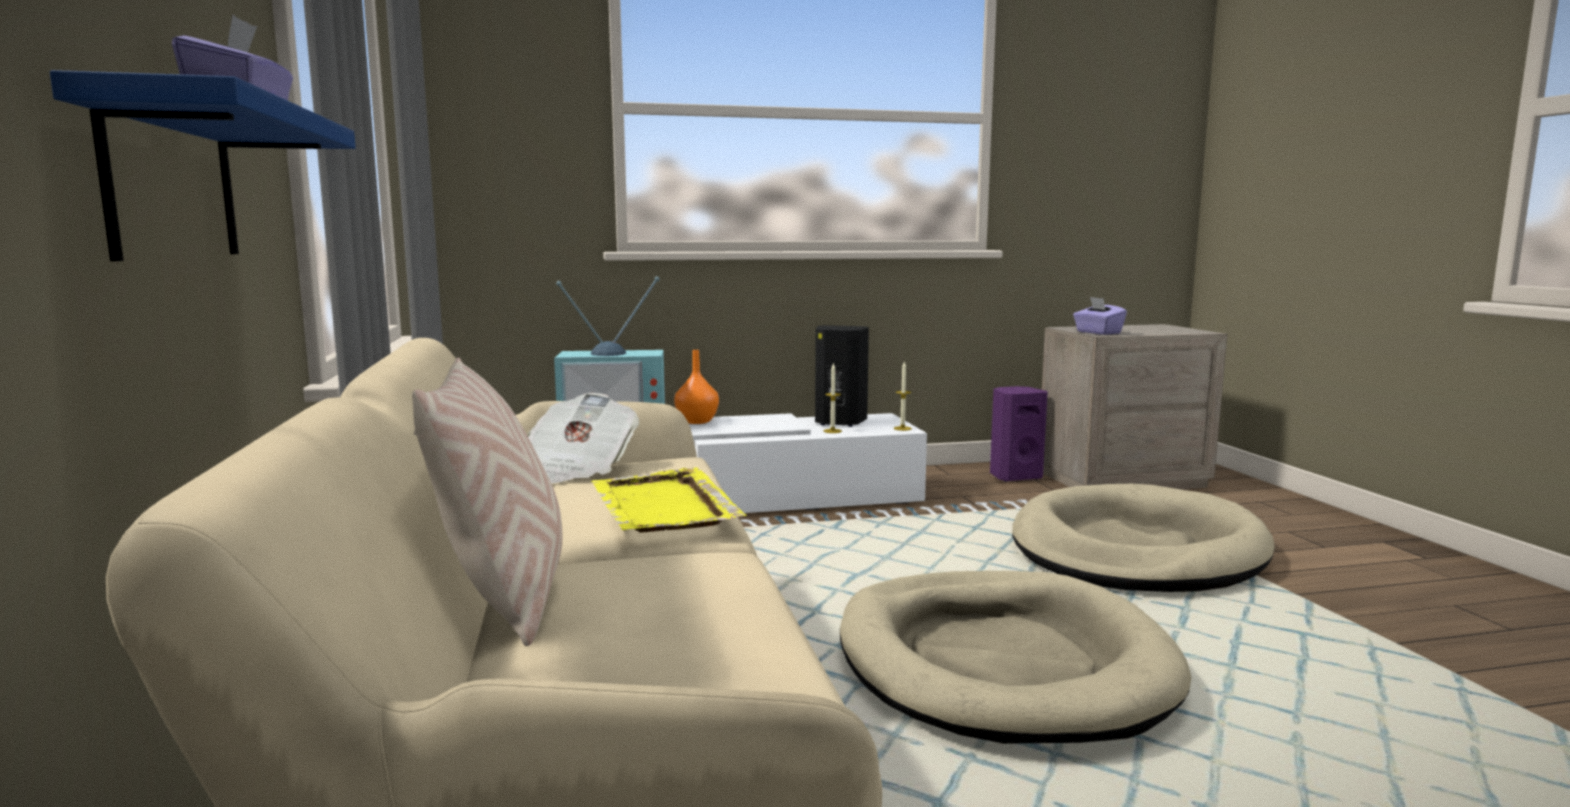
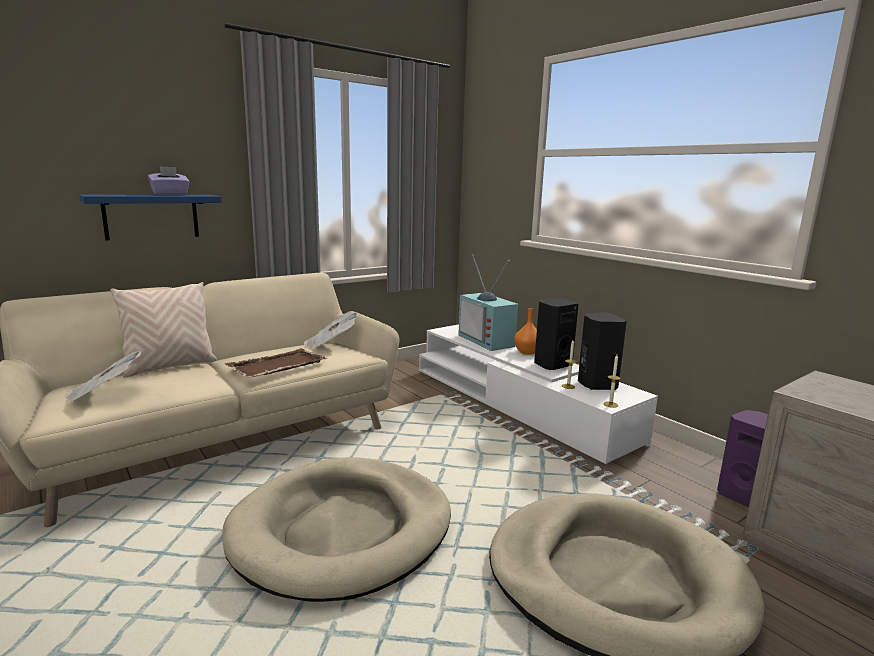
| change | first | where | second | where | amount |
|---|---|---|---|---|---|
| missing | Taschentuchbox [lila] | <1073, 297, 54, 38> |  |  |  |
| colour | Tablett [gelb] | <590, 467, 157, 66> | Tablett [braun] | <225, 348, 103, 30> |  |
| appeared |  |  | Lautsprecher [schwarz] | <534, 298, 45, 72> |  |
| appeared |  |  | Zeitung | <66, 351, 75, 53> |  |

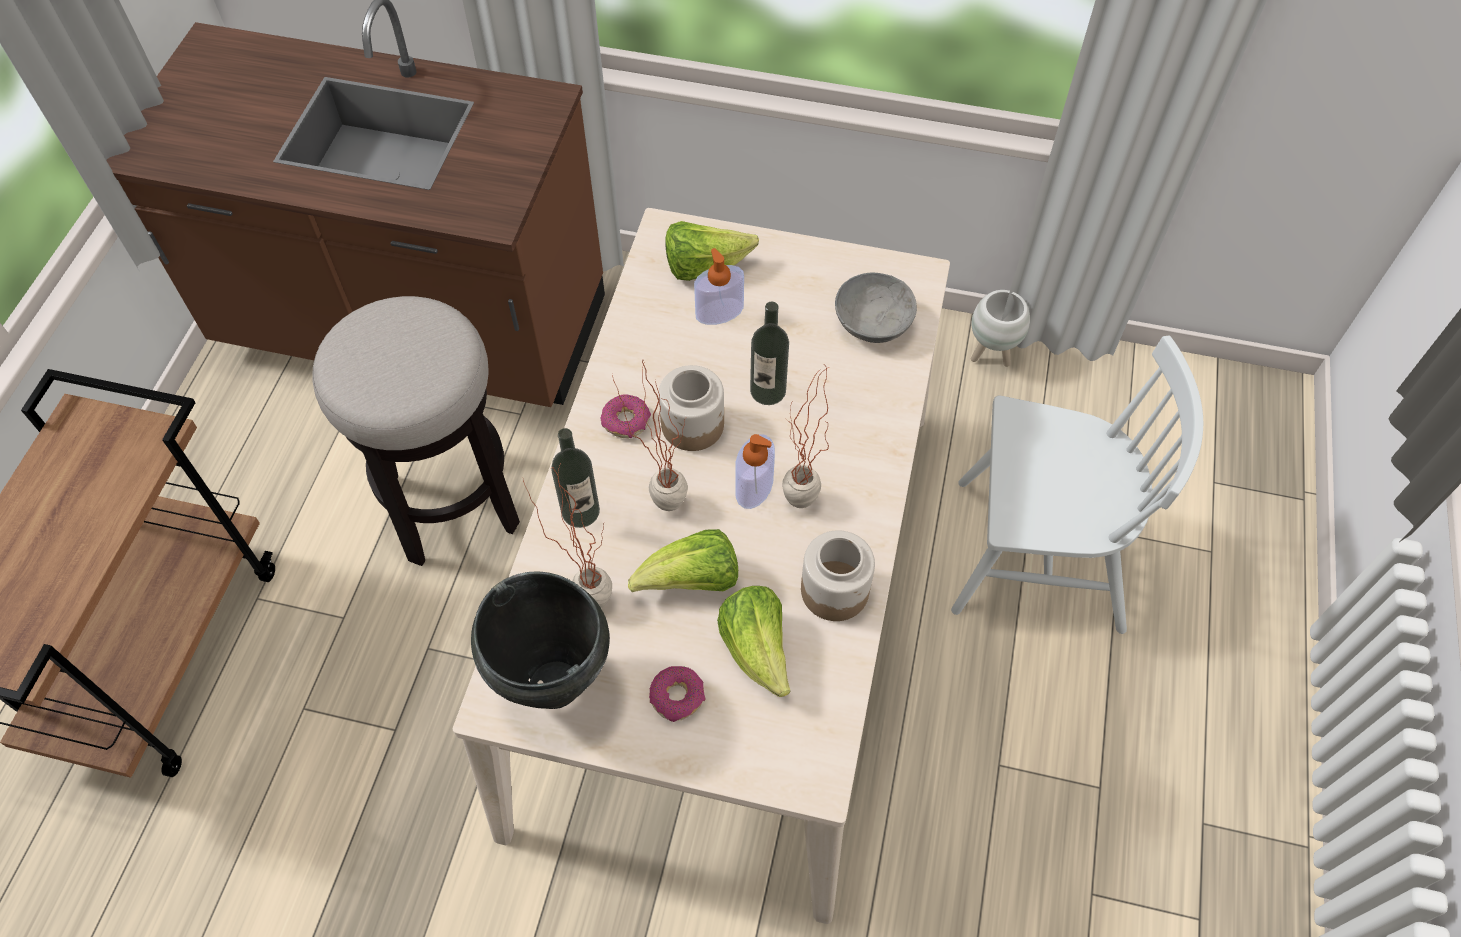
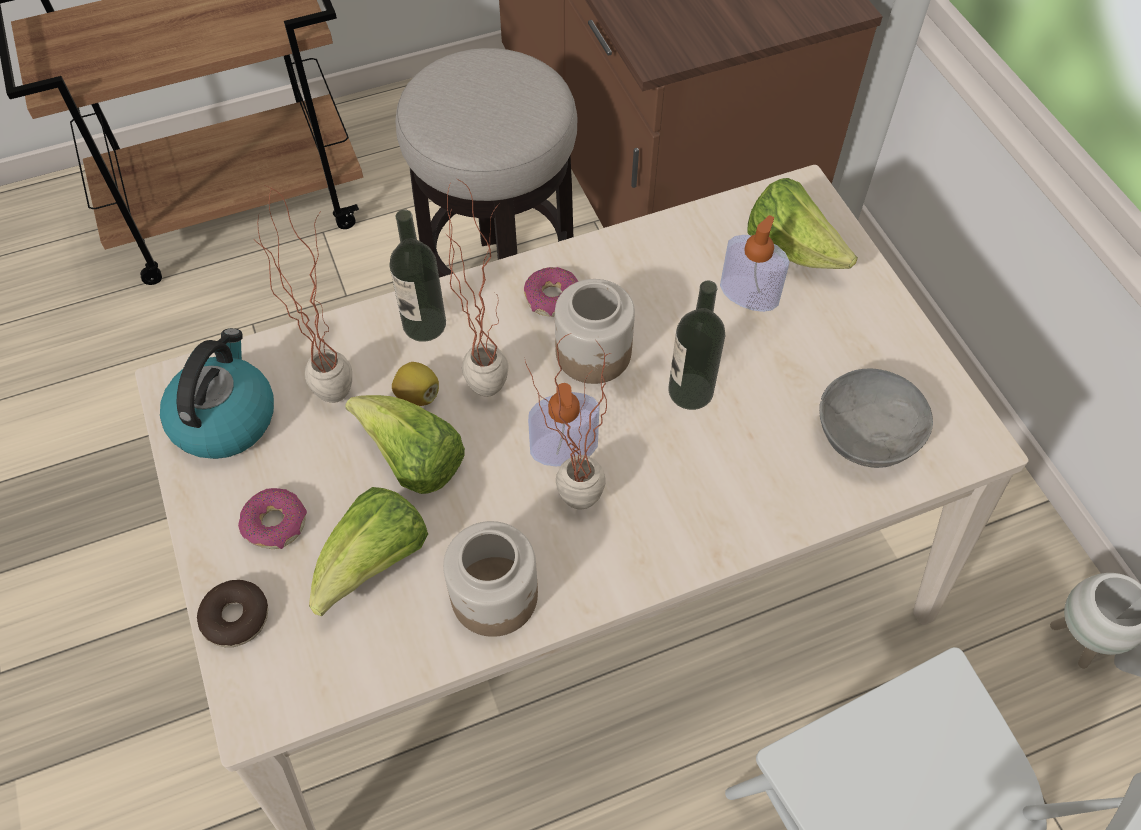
| change | first | where | second | where | amount |
|---|---|---|---|---|---|
| exchanged | Kochtopf [schwarz] | <471, 571, 139, 138> | Wasserkessel | <160, 328, 114, 131> |  |
| appeared |  |  | Zitrone | <392, 362, 47, 44> |  |
| appeared |  |  | Donut | <197, 580, 71, 67> |  |

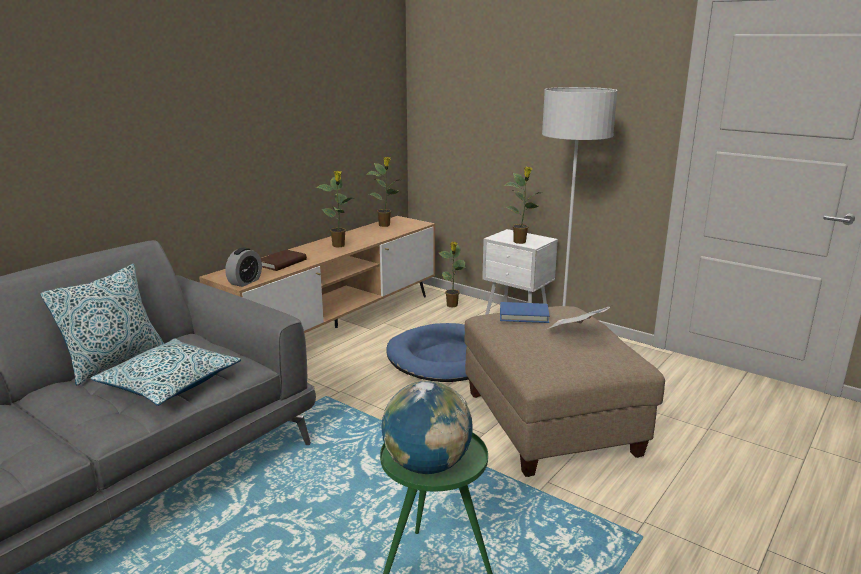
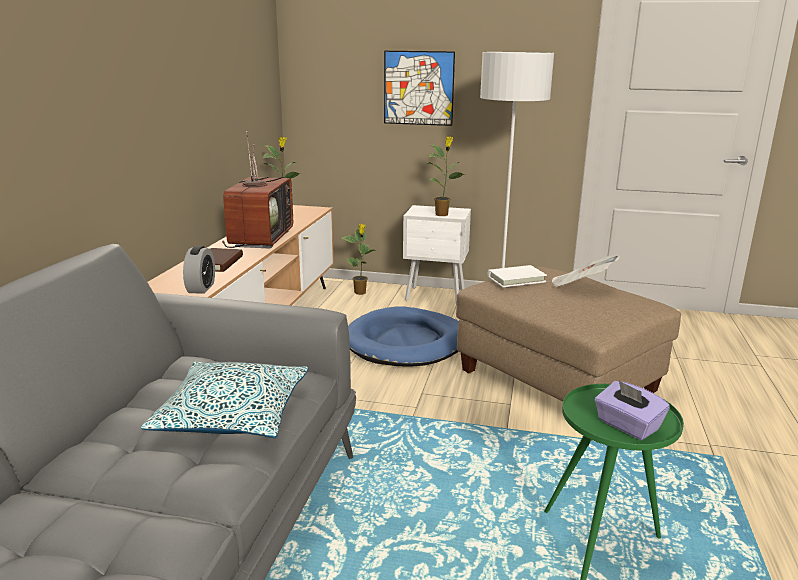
| change | first | where | second | where | amount |
|---|---|---|---|---|---|
| exchanged | Topfpflanze | <316, 170, 40, 77> | Fernseher | <222, 131, 71, 118> |  |
| missing | Kissen | <41, 264, 123, 121> |  |  |  |
| colour | Buch [blau] | <500, 302, 50, 21> | Buch [weiß] | <488, 265, 59, 22> |  |
| exchanged | Globus | <381, 381, 92, 93> | Taschentuchbox [lila] | <595, 381, 75, 59> |  |
| appeared |  |  | Bild | <384, 51, 71, 75> |  |

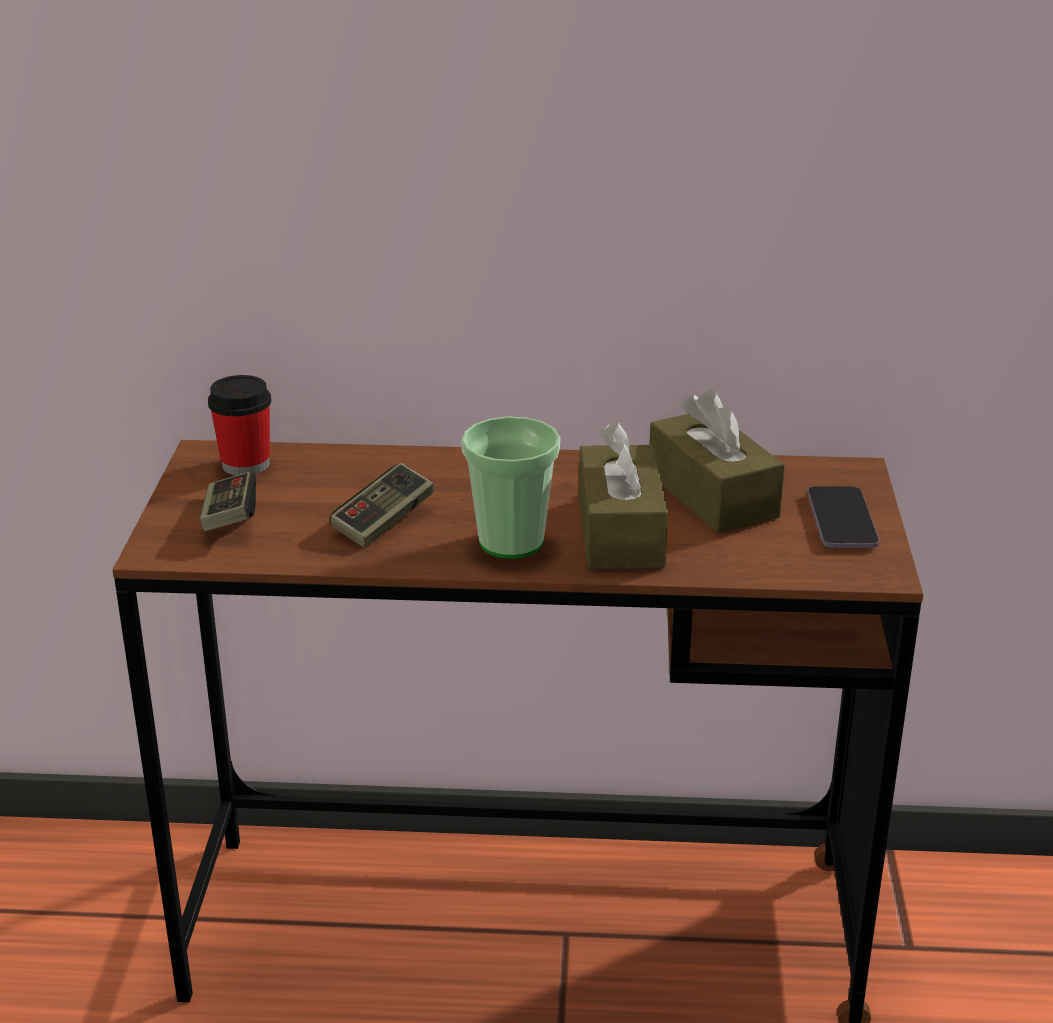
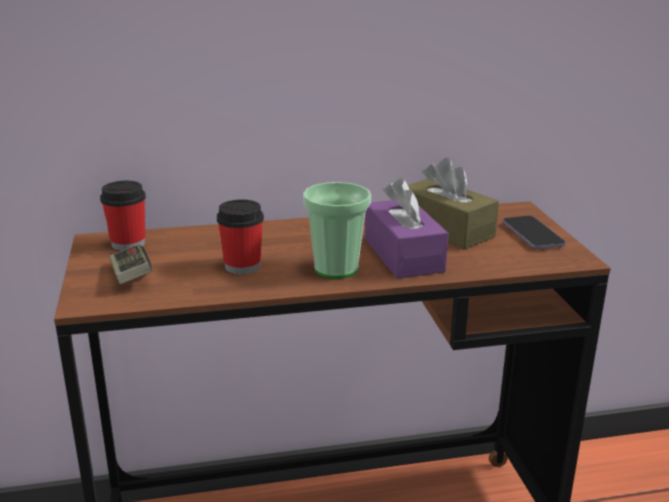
| change | first | where | second | where | amount |
|---|---|---|---|---|---|
| colour | Taschentuchbox [braun] | <579, 422, 89, 147> | Taschentuchbox [lila] | <365, 178, 84, 101> |  |
| exchanged | Gamepad | <329, 463, 105, 85> | Tasse | <217, 199, 47, 75> |  |

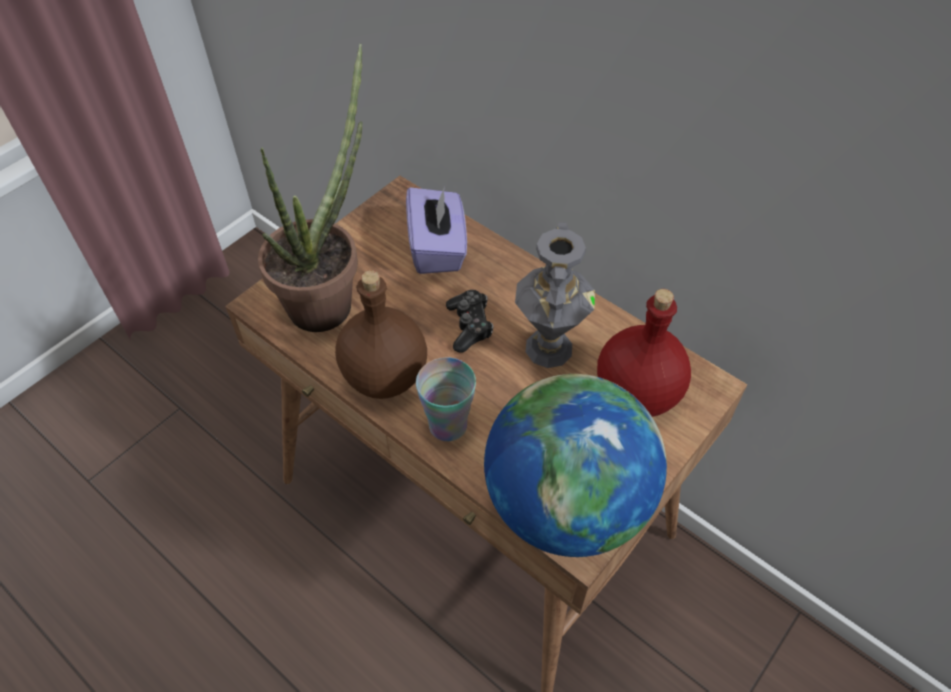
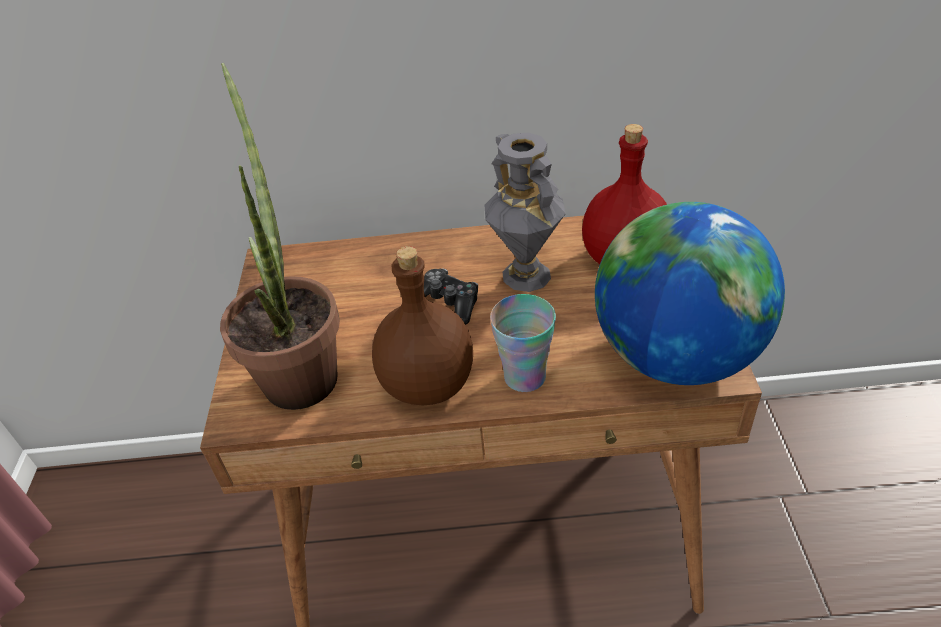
| change | first | where | second | where | amount |
|---|---|---|---|---|---|
| missing | Taschentuchbox [lila] | <406, 187, 61, 87> |  |  |  |

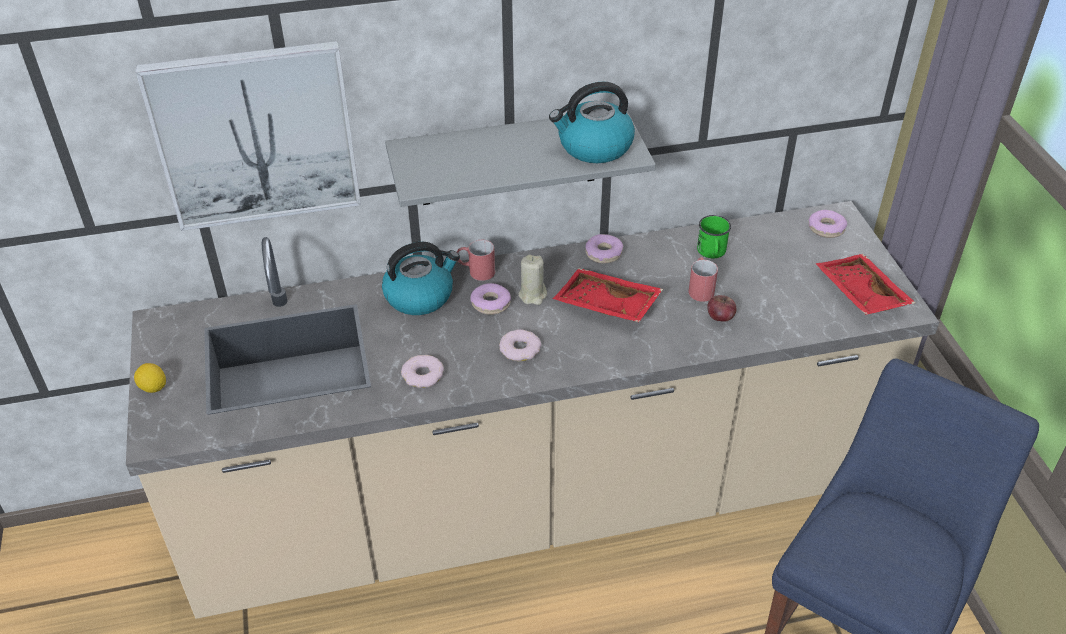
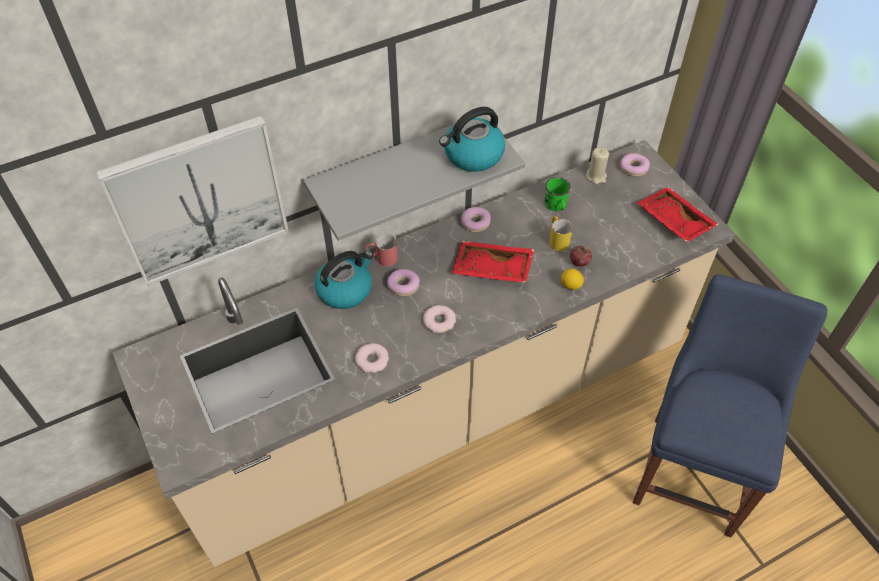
| change | first | where | second | where | amount |
|---|---|---|---|---|---|
| relocated | Kerze [beige] | <518, 254, 29, 51> |  | <586, 148, 23, 36> |  |
| colour | Henkelbecher [rot] | <688, 257, 30, 45> | Henkelbecher [gelb] | <549, 216, 24, 35> |  |
| relocated | Zitrone | <134, 363, 32, 30> |  | <561, 269, 23, 21> |  |

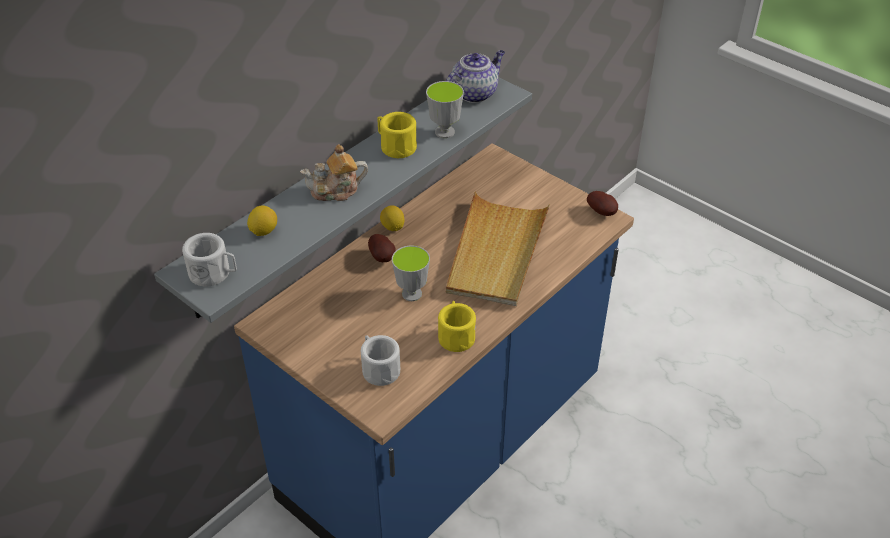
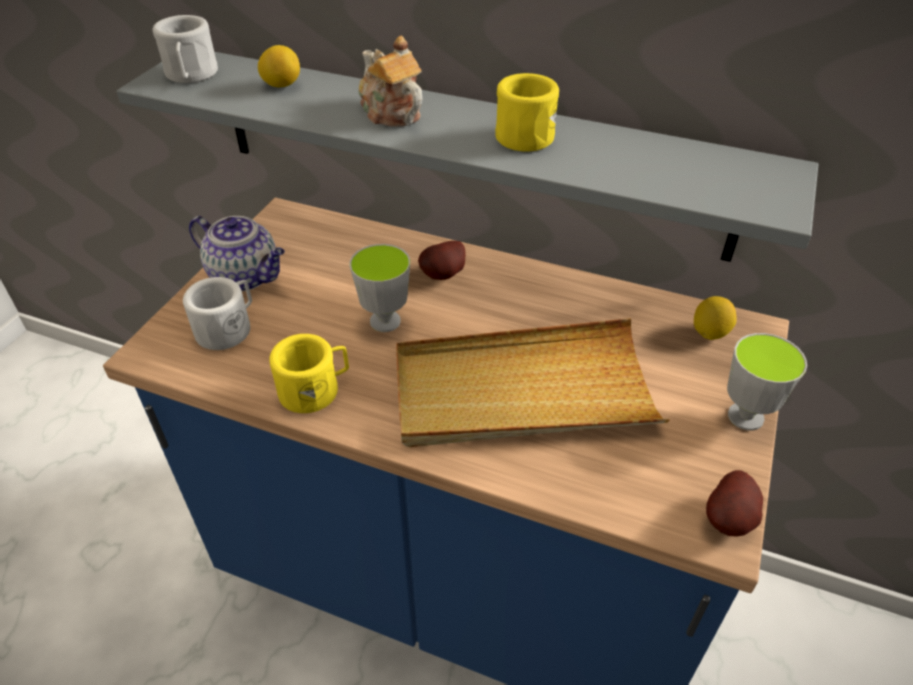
| change | first | where | second | where | amount |
|---|---|---|---|---|---|
| relocated | Teekanne | <446, 50, 59, 53> |  | <189, 216, 96, 75> |  |
| relocated | Tasse | <426, 81, 38, 57> |  | <727, 333, 80, 98> |  |
| relocated | Zitrone | <380, 205, 25, 26> |  | <694, 296, 43, 44> |  |

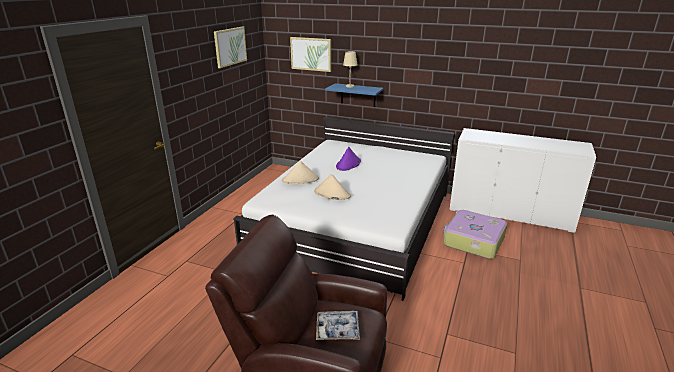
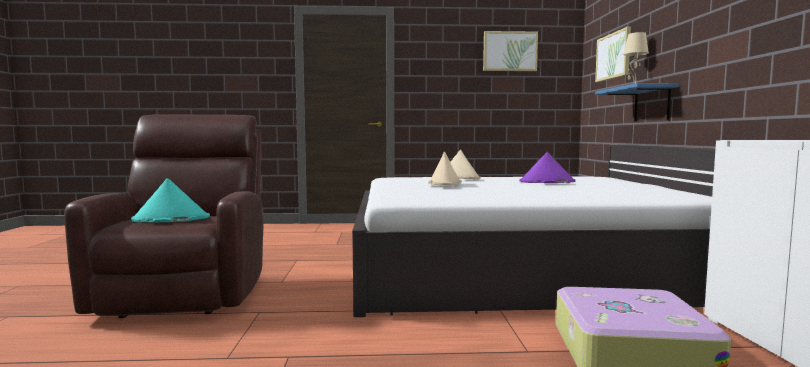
| change | first | where | second | where | amount |
|---|---|---|---|---|---|
| exchanged | Tablett | <316, 311, 44, 29> | Hut [türkis] | <131, 178, 79, 44> |  |

